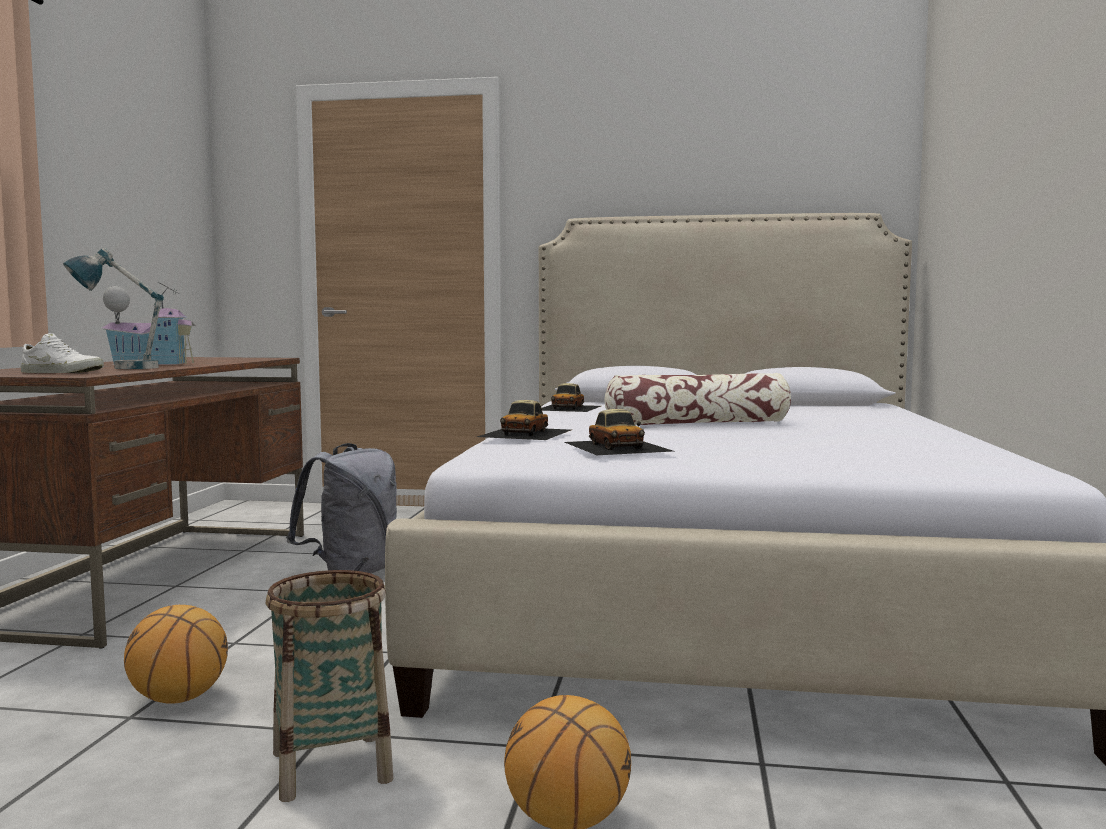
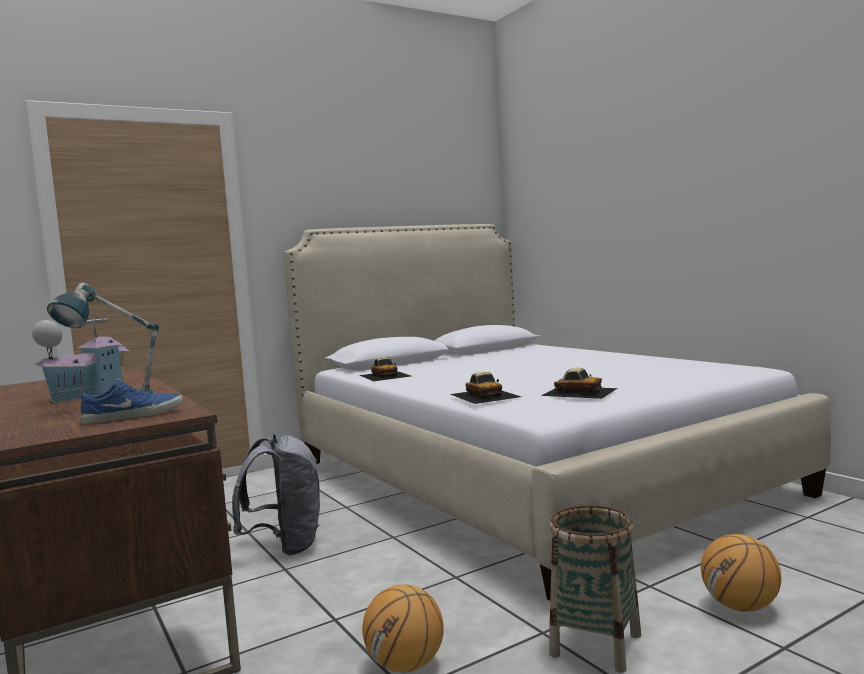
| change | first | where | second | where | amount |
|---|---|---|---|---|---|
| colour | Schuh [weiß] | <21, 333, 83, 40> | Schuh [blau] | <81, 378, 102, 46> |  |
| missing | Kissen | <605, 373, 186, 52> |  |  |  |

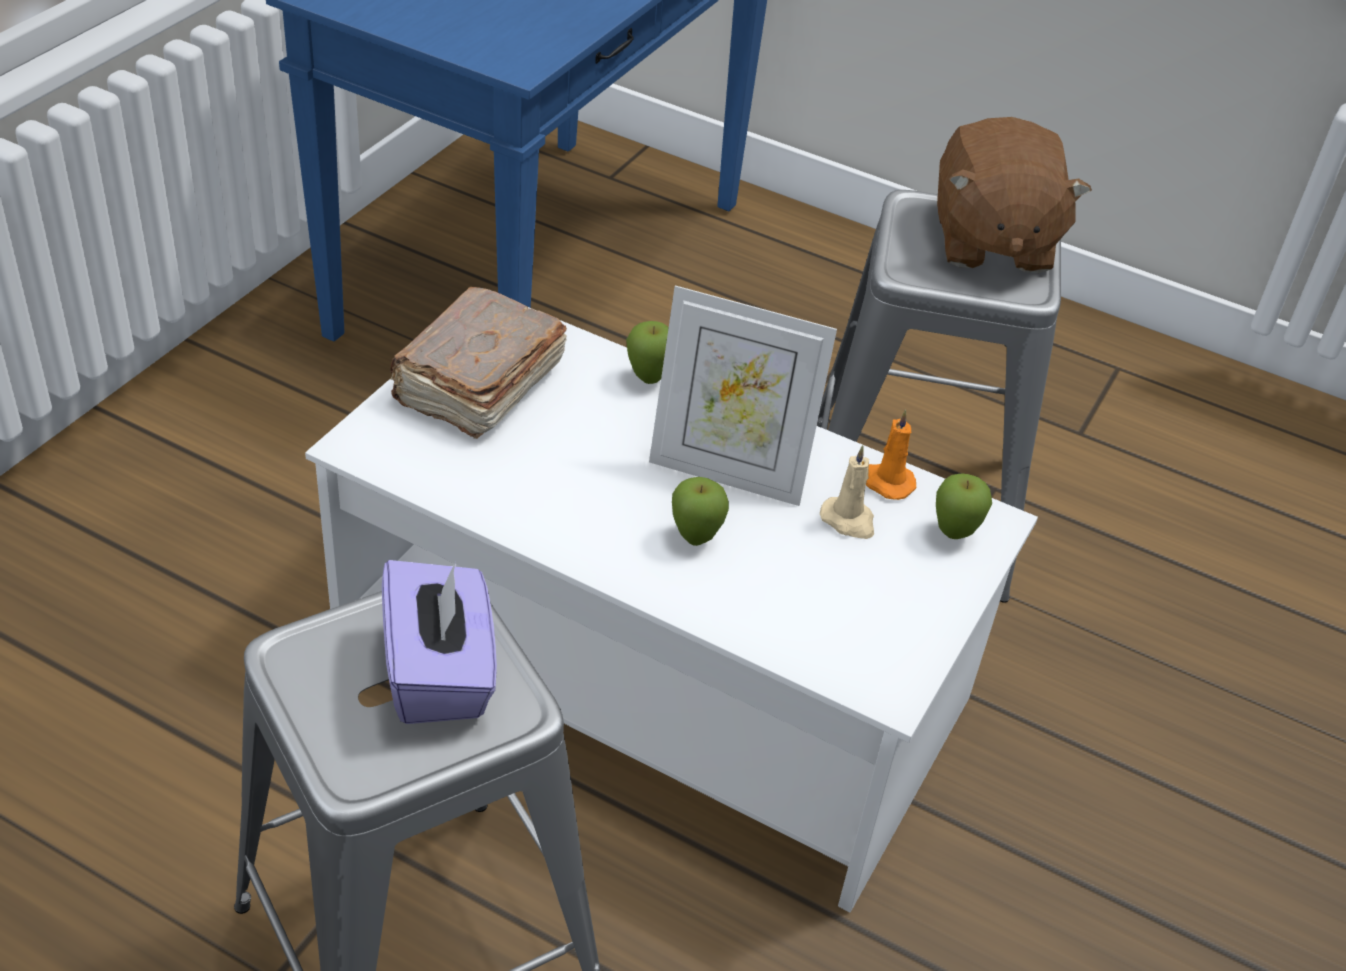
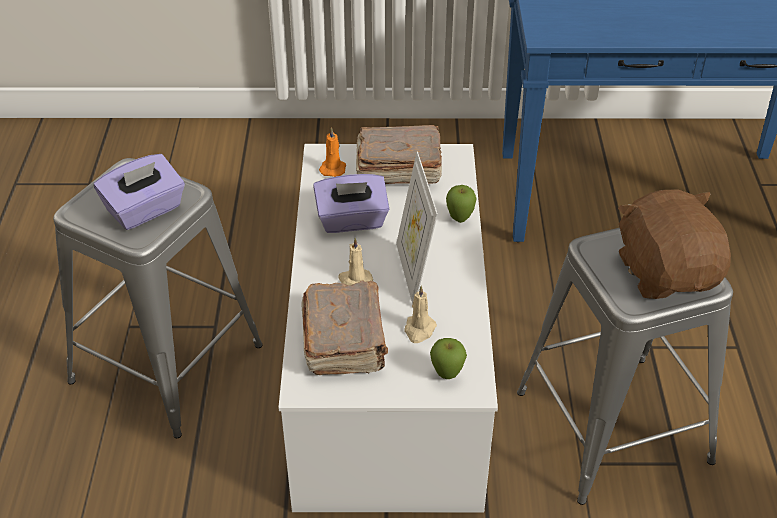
| change | first | where | second | where | amount |
|---|---|---|---|---|---|
| spun | Plüschtier [braun] | <937, 117, 155, 156> |  | <618, 189, 113, 110> | 105 degrees clockwise |
| relocated | Kerze [orange] | <866, 409, 50, 91> |  | <319, 127, 27, 50> |  |
| exchanged | Apfel | <672, 477, 57, 69> | Kerze [beige] | <338, 238, 35, 47> |  |
| appeared |  |  | Taschentuchbox [lila] | <313, 174, 76, 59> |  |
| appeared |  |  | Buch [braun] | <301, 281, 87, 94> |  |

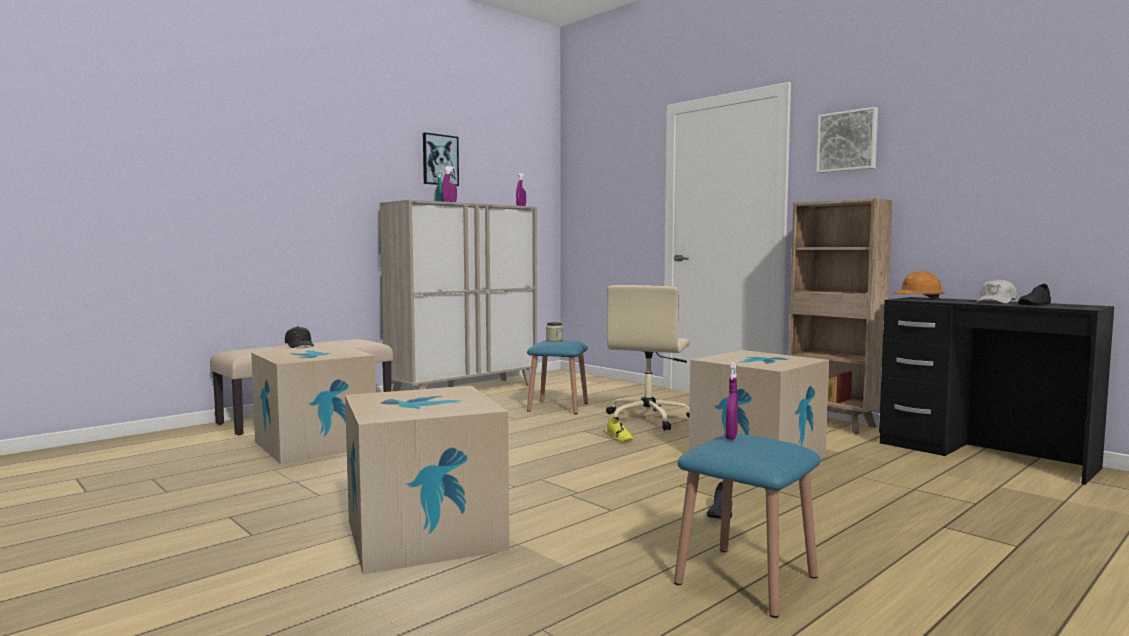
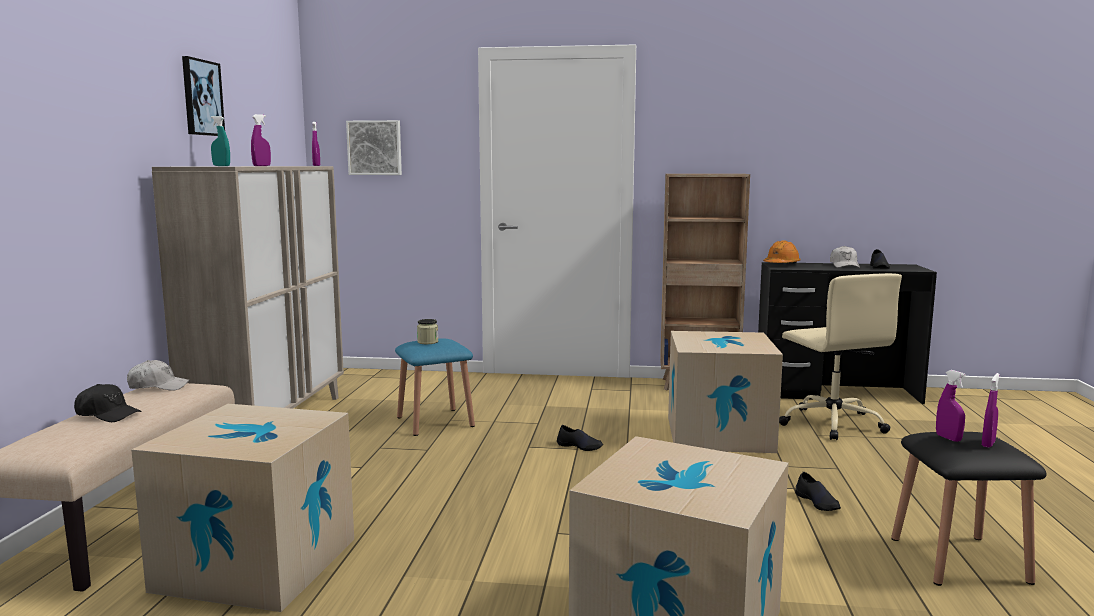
| change | first | where | second | where | amount |
|---|---|---|---|---|---|
| relocated | Bild | <816, 107, 62, 66> |  | <346, 120, 56, 55> |  |
| relocated | Bürostuhl [beige] | <606, 285, 84, 145> |  | <779, 273, 123, 167> |  |
| colour | Schuh [gelb] | <606, 417, 27, 25> | Schuh [schwarz] | <557, 425, 46, 26> |  |
| colour | Hocker [blau] | <674, 434, 147, 184> | Hocker [schwarz] | <891, 432, 156, 154> |  |
| appeared |  |  | Kappe [weiß] | <127, 360, 63, 30> |  |
| appeared |  |  | Sprühflasche [lila] | <982, 373, 17, 74> |  |

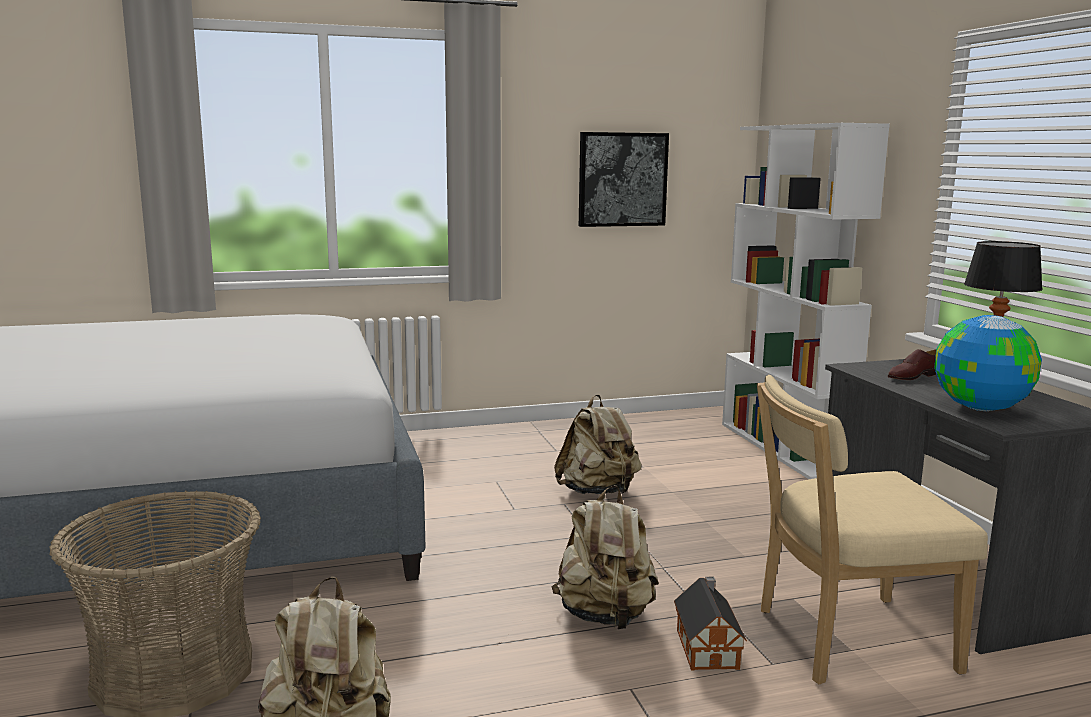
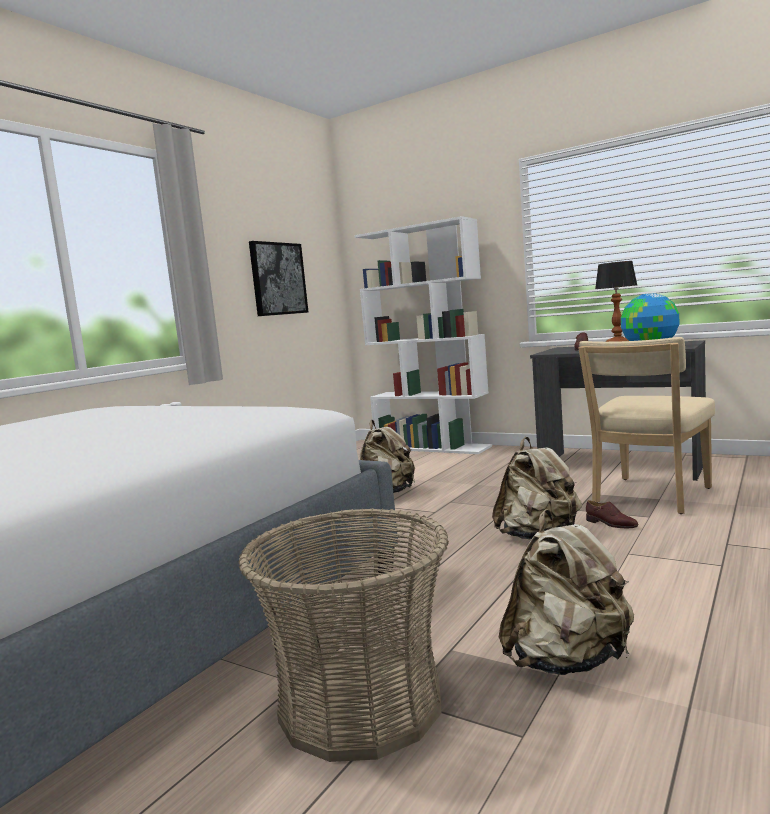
| change | first | where | second | where | amount |
|---|---|---|---|---|---|
| exchanged | Spielzeughaus | <674, 577, 73, 93> | Schuh [braun] | <586, 500, 52, 28> |  |

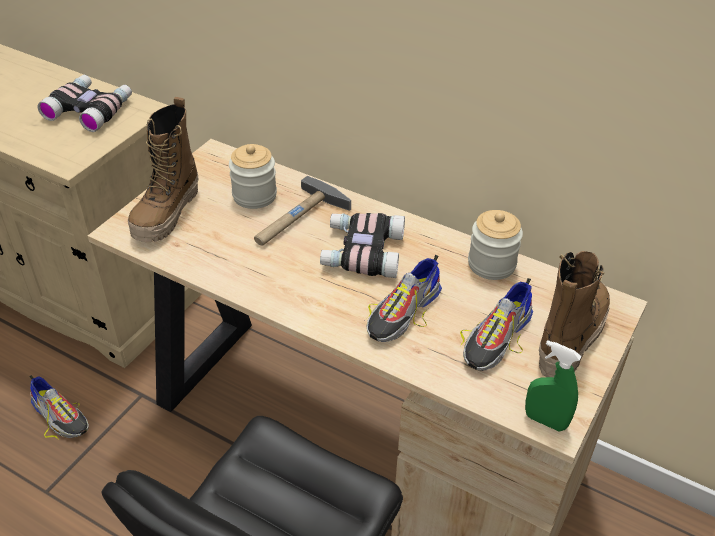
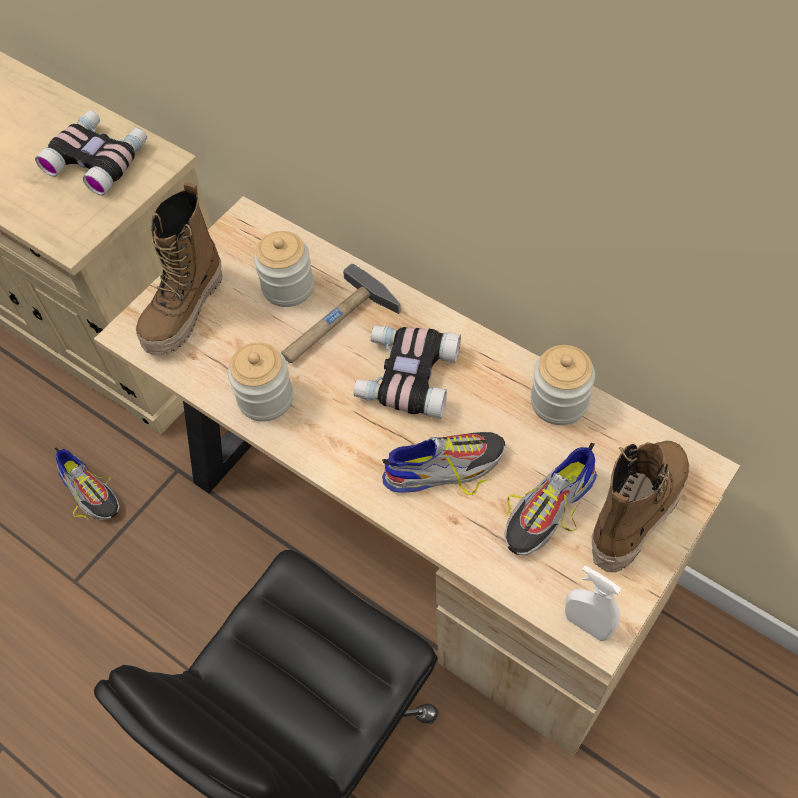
| change | first | where | second | where | amount |
|---|---|---|---|---|---|
| spun | Schuh | <366, 255, 76, 87> |  | <382, 432, 124, 63> | 150 degrees counterclockwise |
| colour | Sprühflasche [grün] | <525, 340, 56, 91> | Sprühflasche [weiß] | <565, 565, 56, 76> |  |
| appeared |  |  | Vorratsglas | <228, 342, 65, 80> |  |

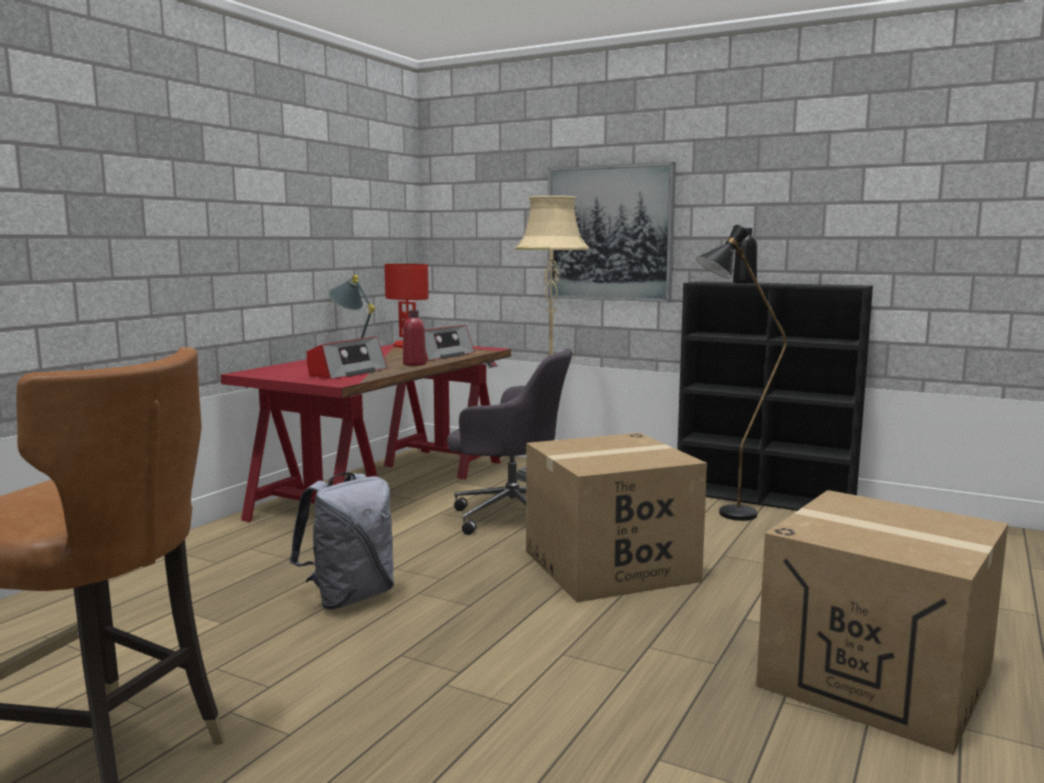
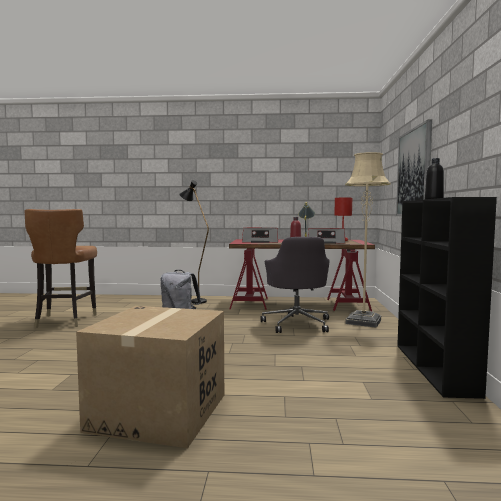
| change | first | where | second | where | amount |
|---|---|---|---|---|---|
| relocated | Stehlampe [schwarz] | <696, 225, 91, 296> |  | <179, 180, 30, 124> |  |
| missing | Karton | <526, 433, 181, 170> |  |  |  |

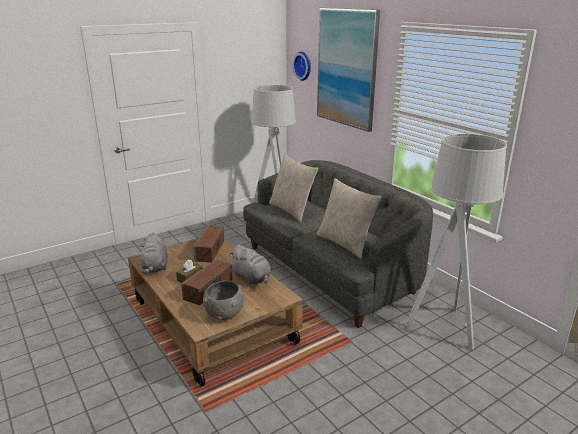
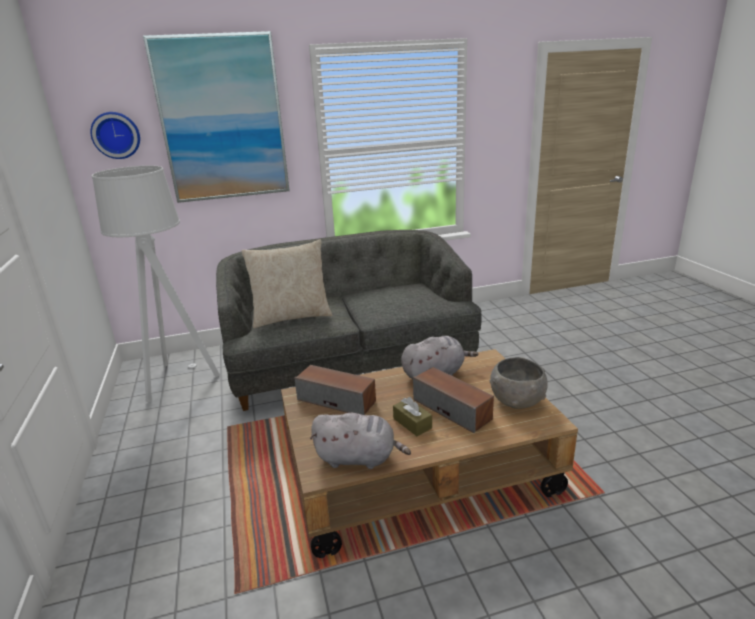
| change | first | where | second | where | amount |
|---|---|---|---|---|---|
| missing | Stehlampe [grau] | <406, 134, 101, 216> |  |  |  |
| missing | Kissen [beige] | <316, 178, 66, 81> |  |  |  |

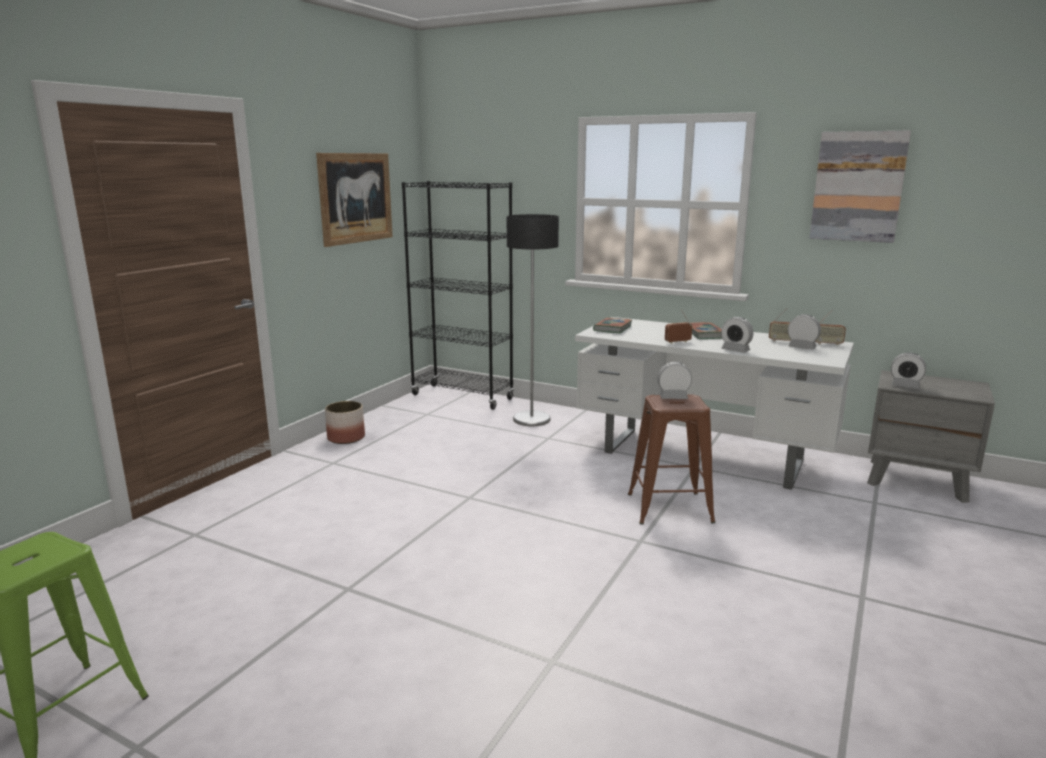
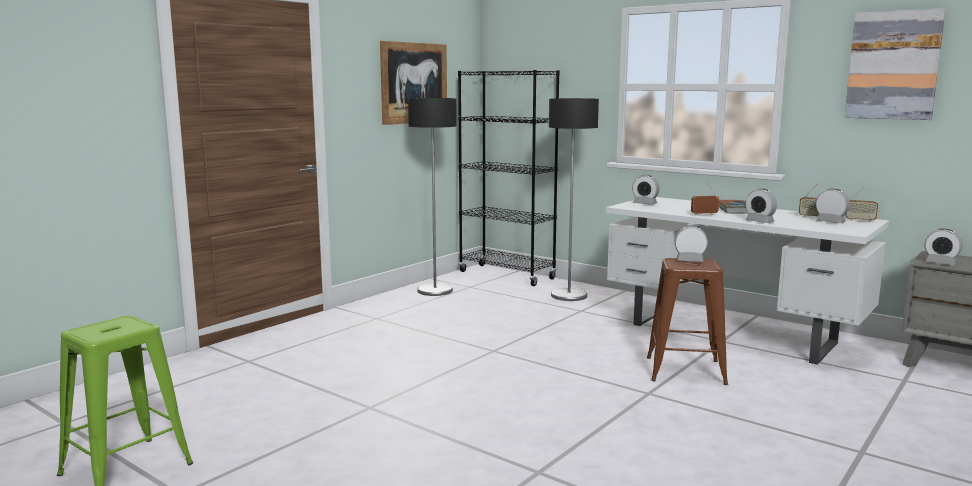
| change | first | where | second | where | amount |
|---|---|---|---|---|---|
| exchanged | Buch | <593, 317, 39, 16> | Wecker | <632, 175, 28, 30> |  |
| missing | Pflanzkübel | <325, 401, 40, 43> |  |  |  |
| appeared |  |  | Stehlampe | <408, 98, 49, 198> |  |

